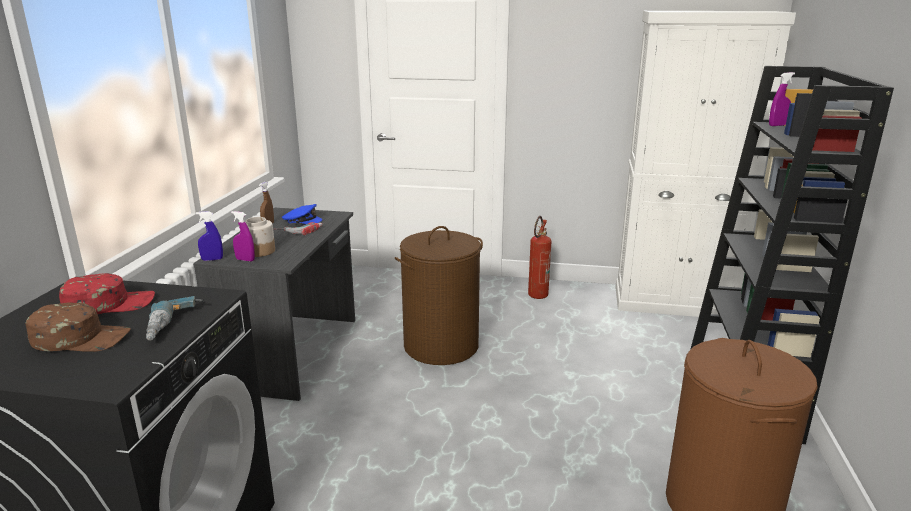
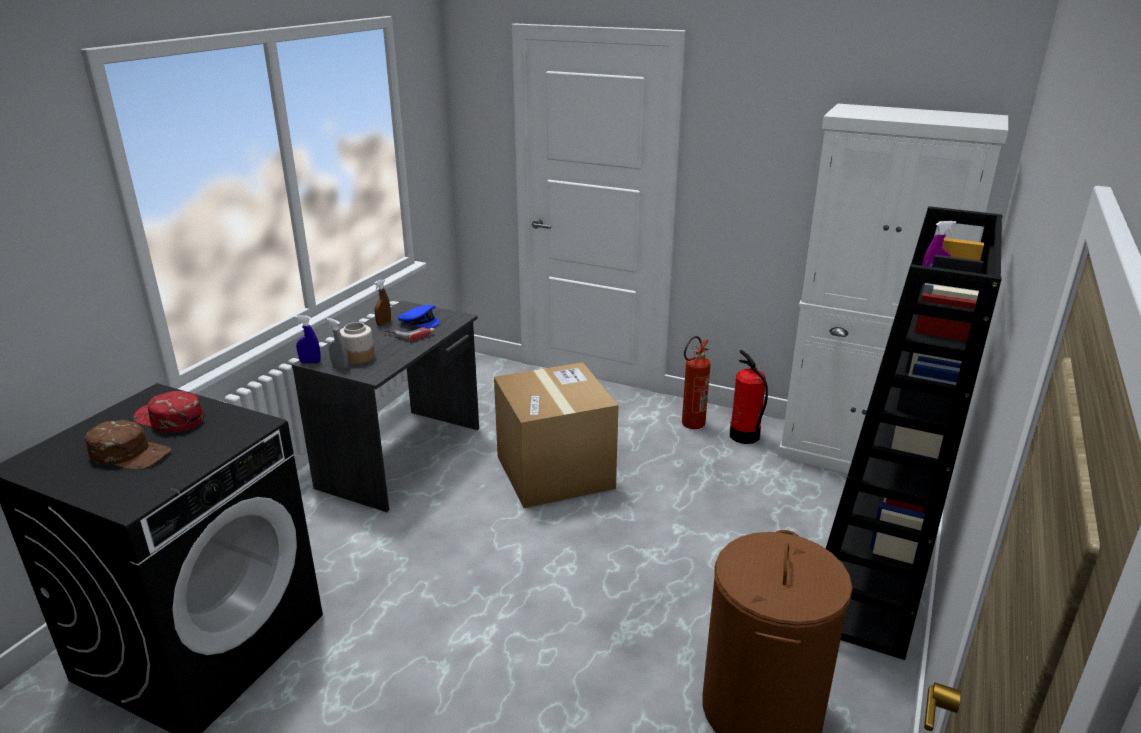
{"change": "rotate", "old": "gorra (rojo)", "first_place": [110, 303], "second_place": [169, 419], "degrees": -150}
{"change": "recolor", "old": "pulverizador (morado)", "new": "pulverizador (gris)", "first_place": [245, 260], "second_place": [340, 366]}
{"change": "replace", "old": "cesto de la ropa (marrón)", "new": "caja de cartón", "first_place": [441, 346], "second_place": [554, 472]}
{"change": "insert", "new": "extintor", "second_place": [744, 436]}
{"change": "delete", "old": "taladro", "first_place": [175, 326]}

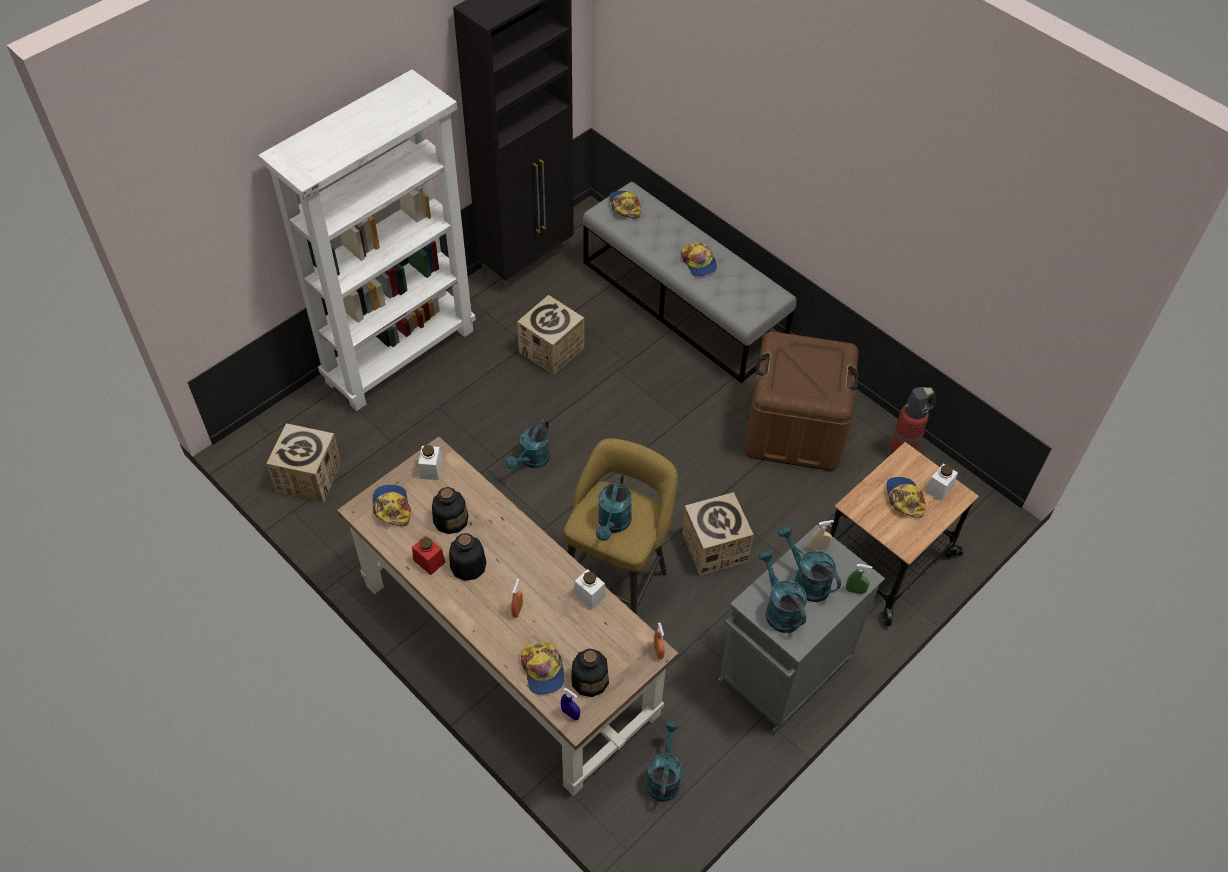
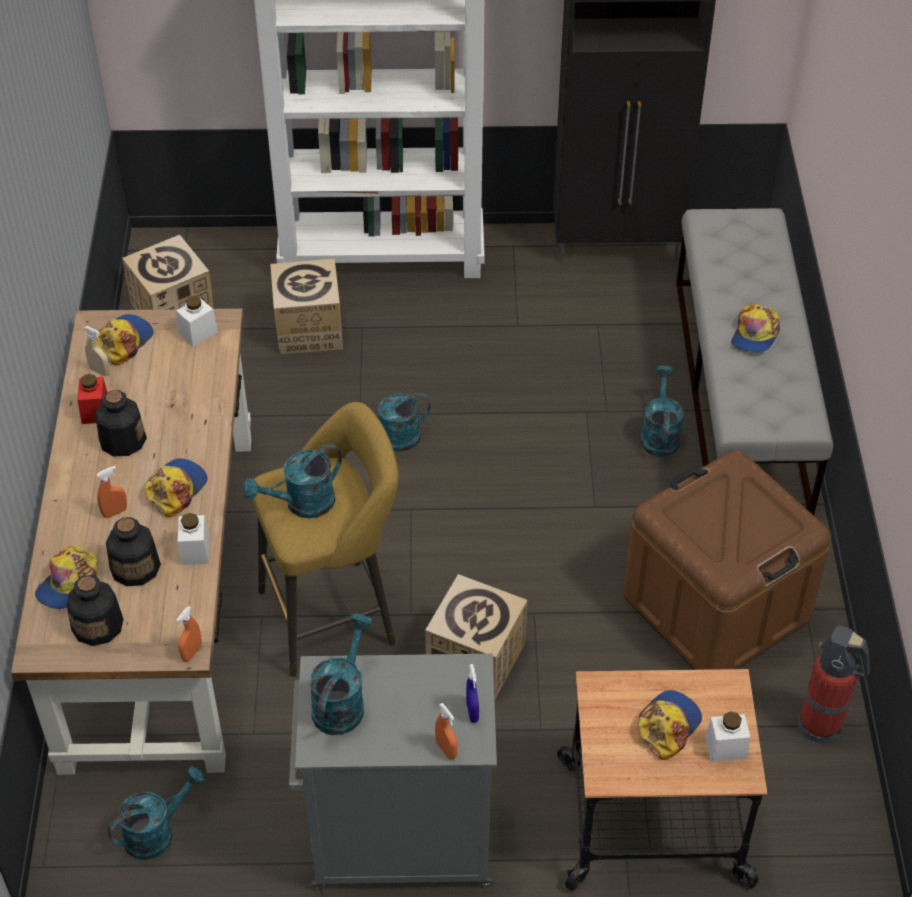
{"change": "move", "old": "pulverizador (beis)", "first_place": [818, 547], "second_place": [100, 371]}
{"change": "move", "old": "botella", "first_place": [450, 519], "second_place": [136, 567]}
{"change": "move", "old": "gorra", "first_place": [624, 206], "second_place": [176, 489]}
{"change": "move", "old": "caja de cartón", "first_place": [551, 350], "second_place": [308, 329]}
{"change": "recolor", "old": "pulverizador (verde)", "new": "pulverizador (naranja)", "first_place": [855, 590], "second_place": [446, 749]}
{"change": "move", "old": "pulverizador (azul)", "first_place": [570, 714], "second_place": [472, 712]}
{"change": "move", "old": "regadera (turquesa)", "first_place": [806, 580], "second_place": [659, 434]}

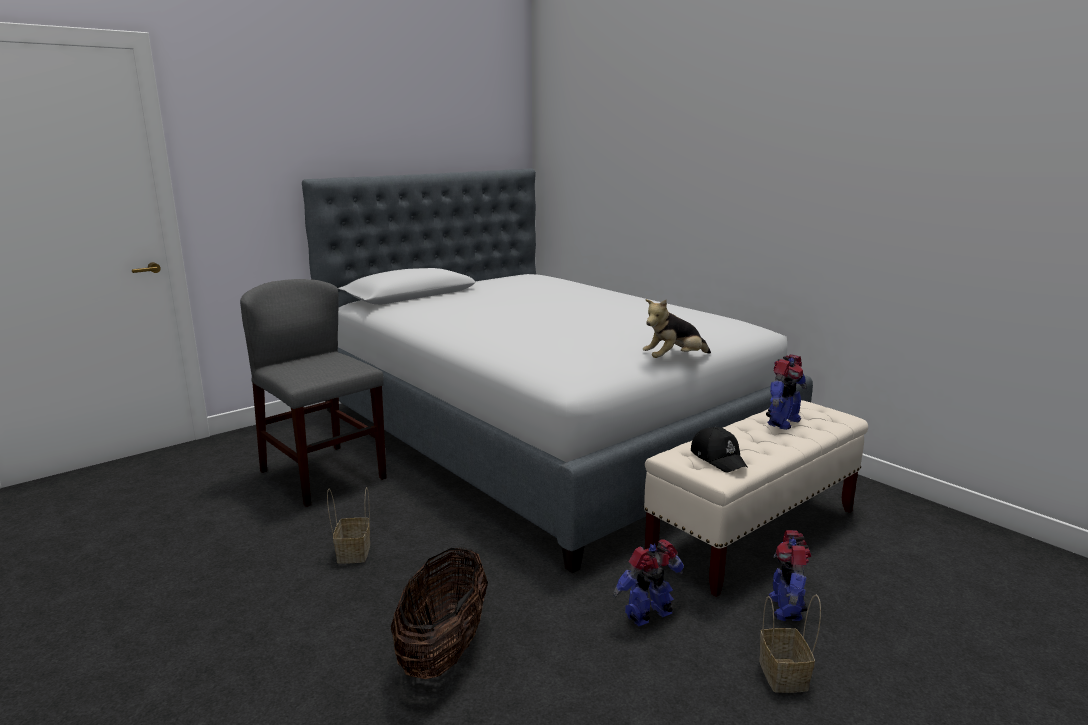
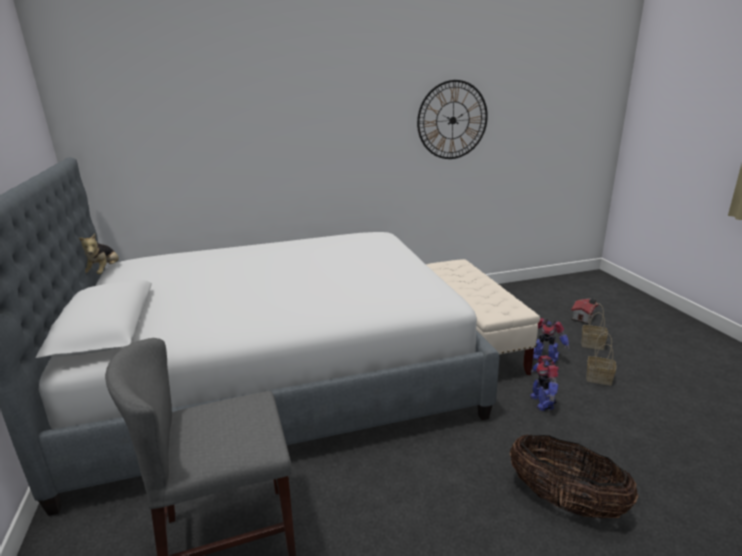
{"change": "move", "old": "peluche", "first_place": [674, 359], "second_place": [104, 272]}
{"change": "insert", "new": "reloj de pared", "second_place": [452, 120]}
{"change": "insert", "new": "casita", "second_place": [584, 317]}
{"change": "move", "old": "cesta", "first_place": [353, 552], "second_place": [591, 344]}
{"change": "delete", "old": "gorra (negro)", "first_place": [718, 458]}
{"change": "delete", "old": "robot de juguete", "first_place": [782, 422]}

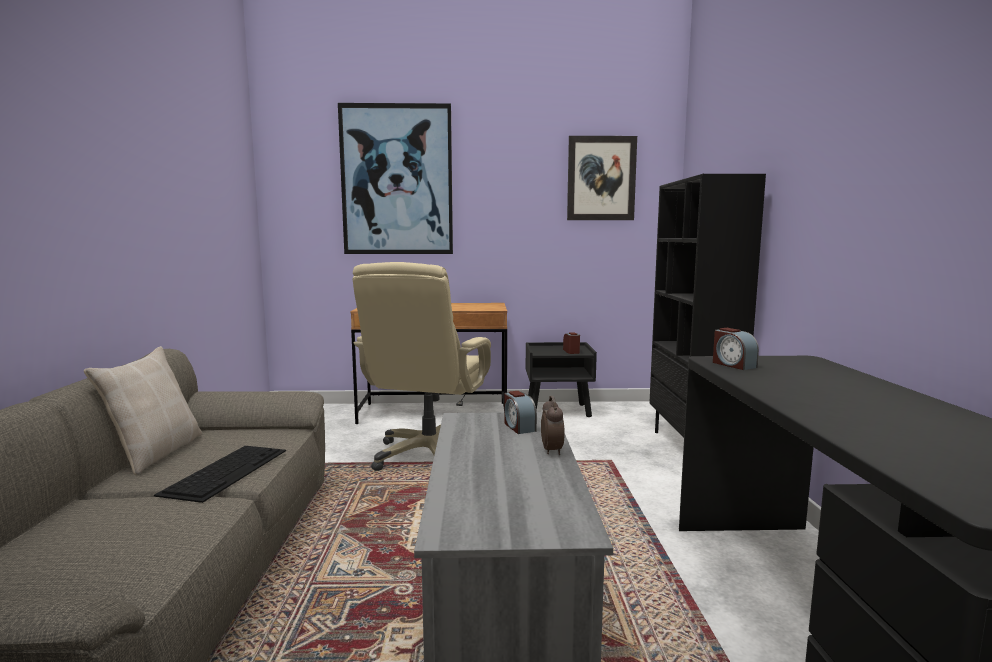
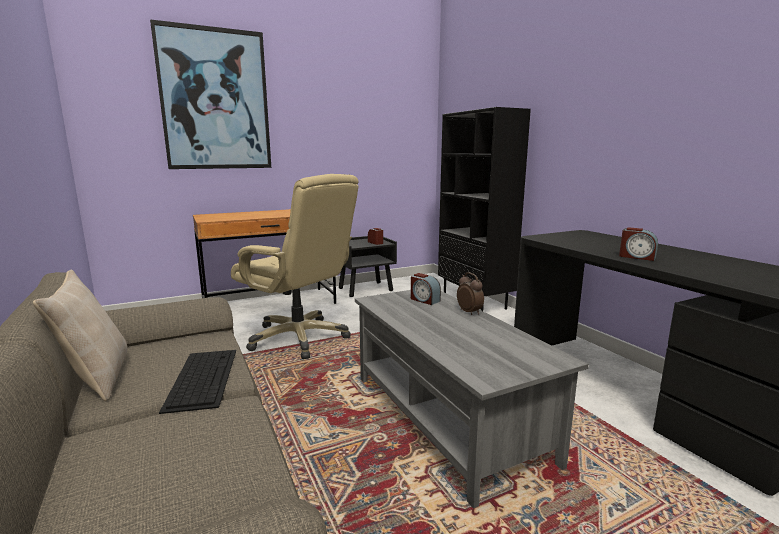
{"change": "rotate", "old": "silla de oficina (beis)", "first_place": [429, 456], "second_place": [299, 338], "degrees": -45}
{"change": "move", "old": "despertador", "first_place": [733, 365], "second_place": [637, 257]}
{"change": "delete", "old": "cuadro", "first_place": [601, 178]}

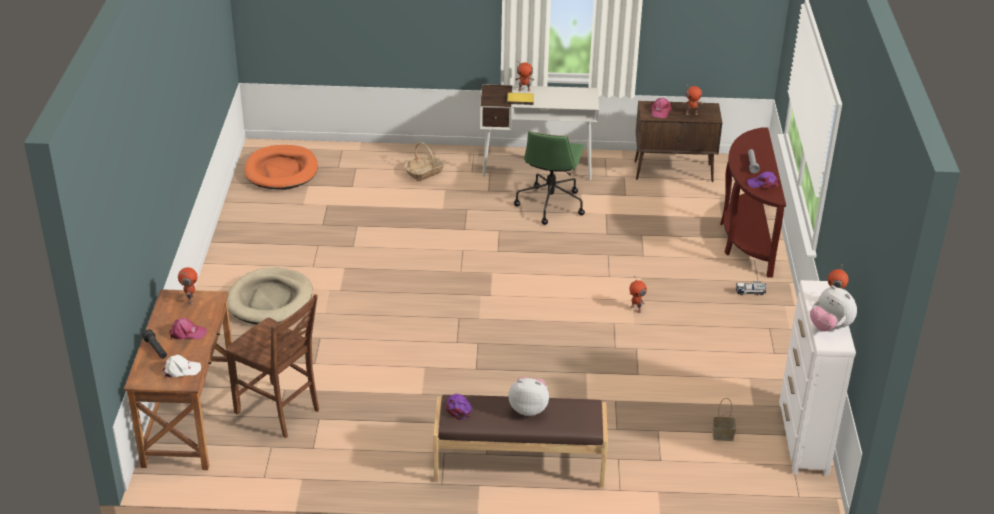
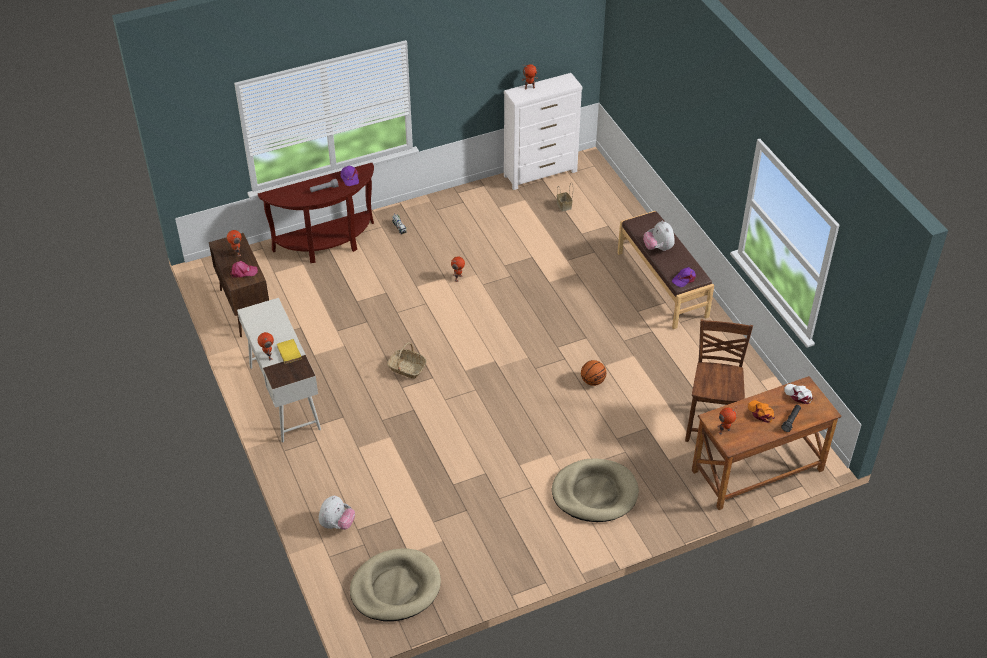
{"change": "move", "old": "peluche", "first_place": [829, 327], "second_place": [337, 524]}
{"change": "recolor", "old": "cama para perro (naranja)", "new": "cama para perro (beis)", "first_place": [281, 171], "second_place": [395, 587]}
{"change": "move", "old": "cesta", "first_place": [424, 172], "second_place": [407, 368]}
{"change": "insert", "new": "balón de baloncesto", "second_place": [593, 381]}
{"change": "recolor", "old": "gorra (rosa)", "new": "gorra (naranja)", "first_place": [187, 333], "second_place": [761, 412]}
{"change": "delete", "old": "silla de oficina (verde)", "first_place": [550, 204]}

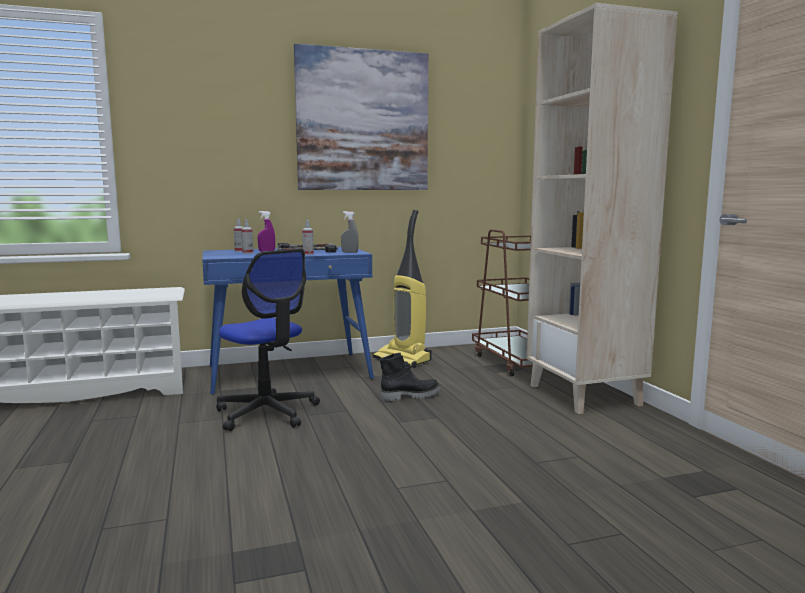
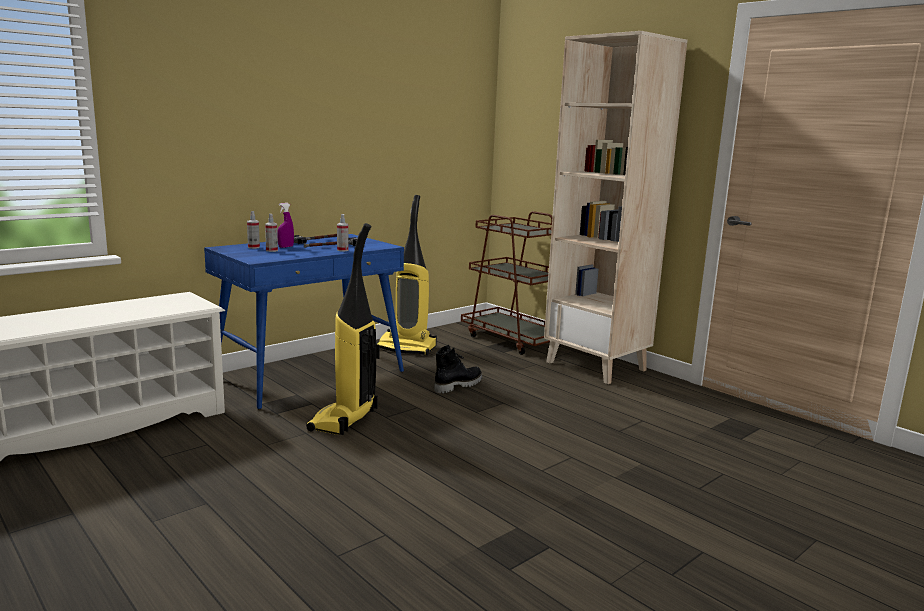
{"change": "replace", "old": "silla de oficina", "new": "aspiradora", "first_place": [267, 413], "second_place": [344, 421]}
{"change": "delete", "old": "cuadro", "first_place": [363, 121]}
{"change": "delete", "old": "pulverizador (gris)", "first_place": [349, 252]}

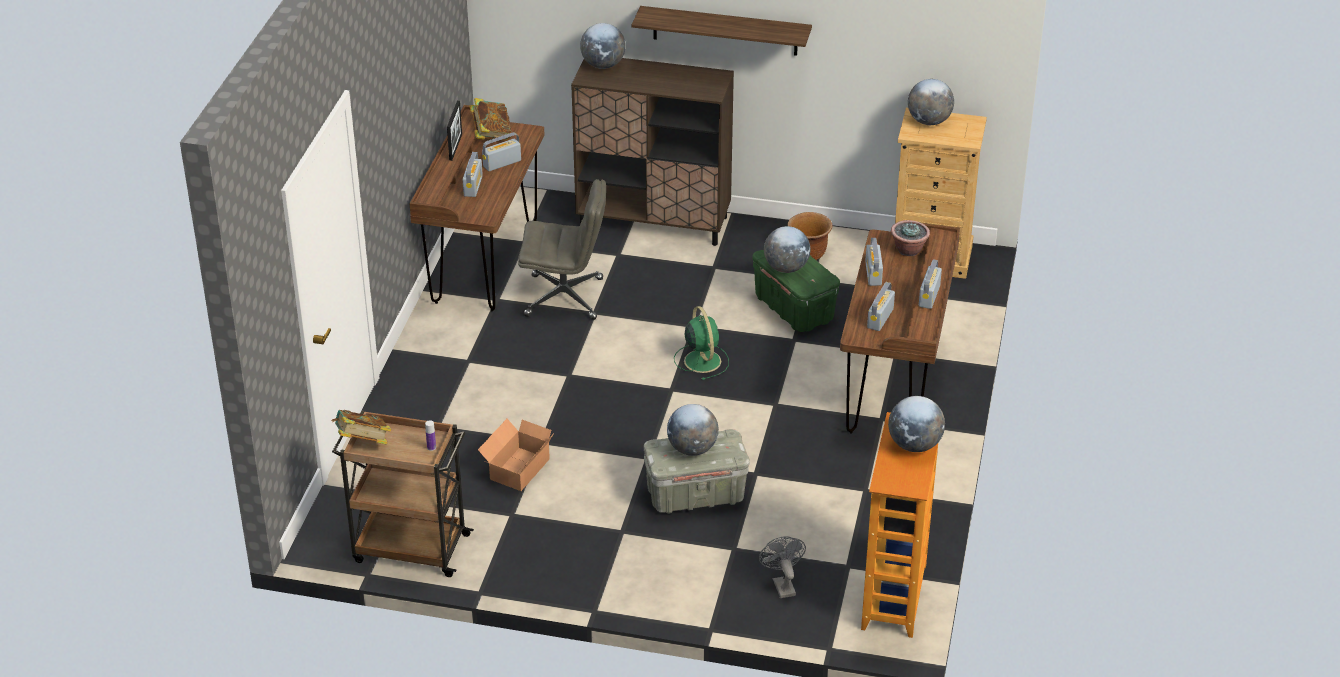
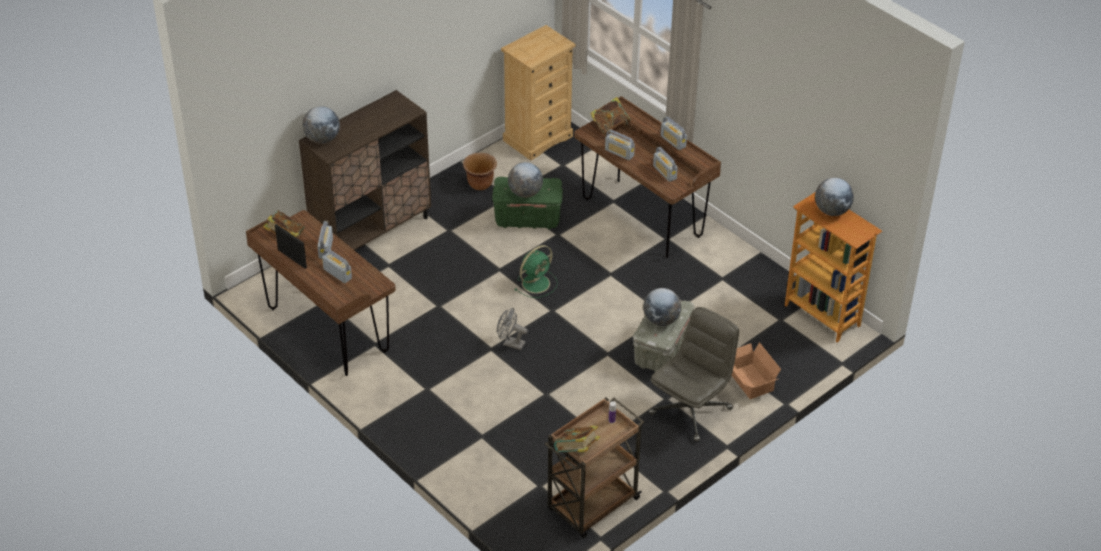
{"change": "move", "old": "ventilador (gris)", "first_place": [782, 584], "second_place": [510, 343]}
{"change": "rotate", "old": "ventilador (verde)", "first_place": [702, 360], "second_place": [537, 283], "degrees": 120}
{"change": "replace", "old": "planta en maceta", "new": "libro", "first_place": [908, 250], "second_place": [610, 128]}
{"change": "move", "old": "silla de oficina (gris)", "first_place": [565, 297], "second_place": [691, 410]}
{"change": "move", "old": "caja de cartón", "first_place": [517, 469], "second_place": [750, 382]}
{"change": "delete", "old": "estante", "first_place": [725, 31]}
{"change": "delete", "old": "globo terráqueo", "first_place": [929, 121]}

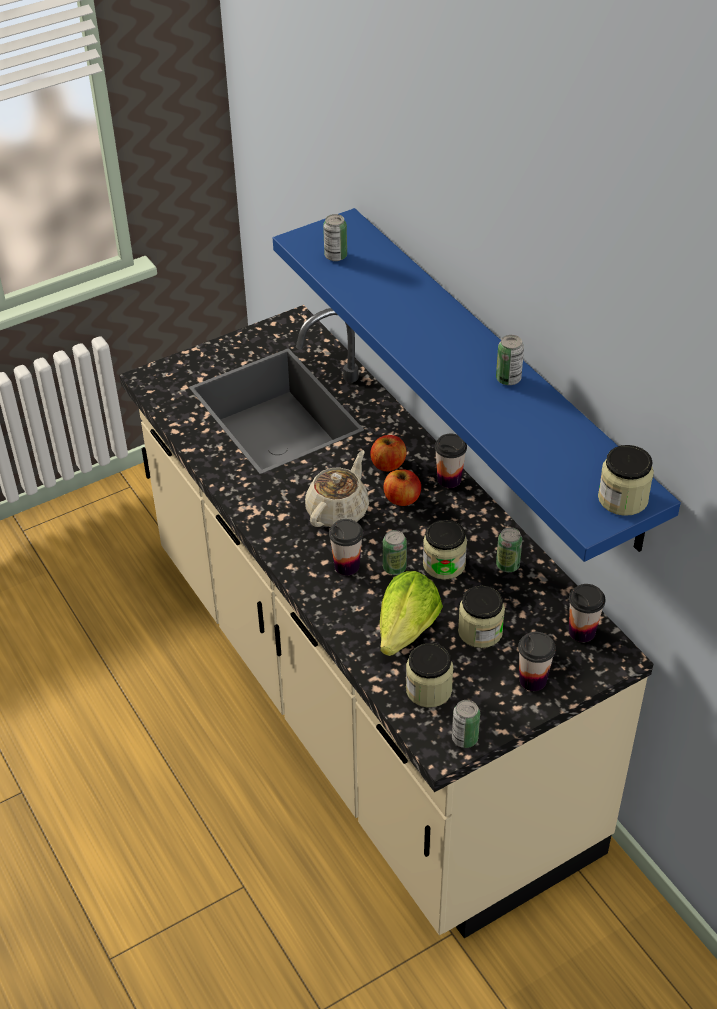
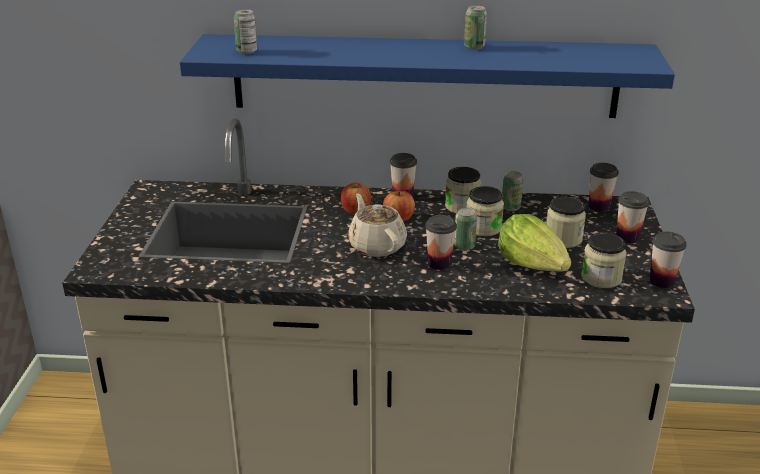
{"change": "move", "old": "tarro", "first_place": [623, 499], "second_place": [462, 206]}
{"change": "replace", "old": "lata", "new": "taza", "first_place": [465, 738], "second_place": [661, 281]}

